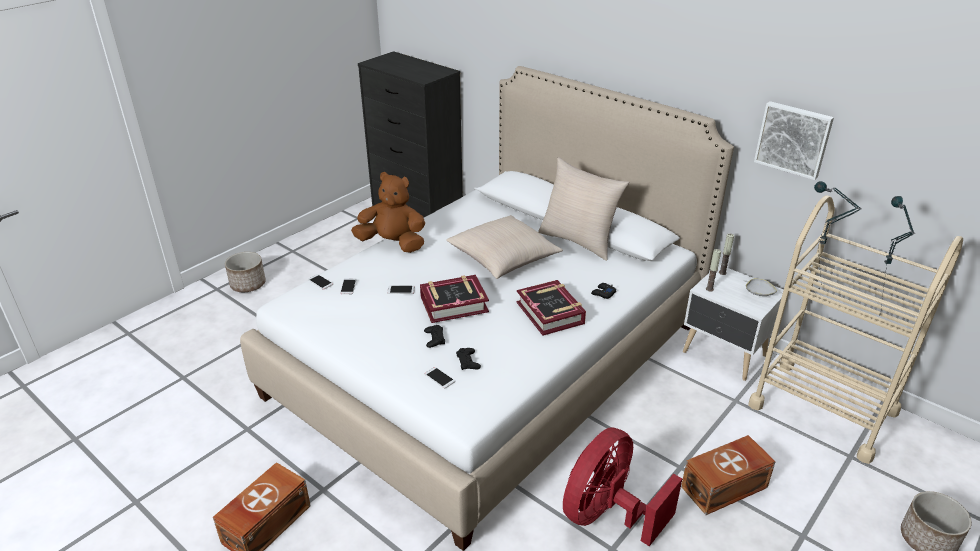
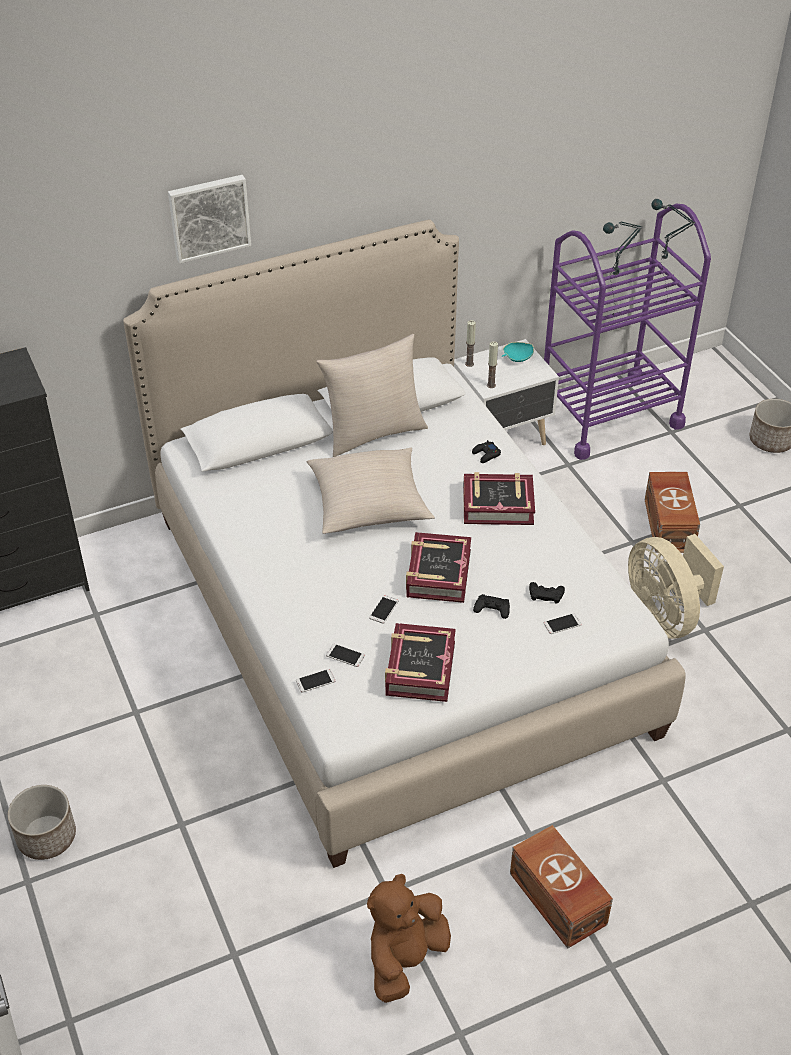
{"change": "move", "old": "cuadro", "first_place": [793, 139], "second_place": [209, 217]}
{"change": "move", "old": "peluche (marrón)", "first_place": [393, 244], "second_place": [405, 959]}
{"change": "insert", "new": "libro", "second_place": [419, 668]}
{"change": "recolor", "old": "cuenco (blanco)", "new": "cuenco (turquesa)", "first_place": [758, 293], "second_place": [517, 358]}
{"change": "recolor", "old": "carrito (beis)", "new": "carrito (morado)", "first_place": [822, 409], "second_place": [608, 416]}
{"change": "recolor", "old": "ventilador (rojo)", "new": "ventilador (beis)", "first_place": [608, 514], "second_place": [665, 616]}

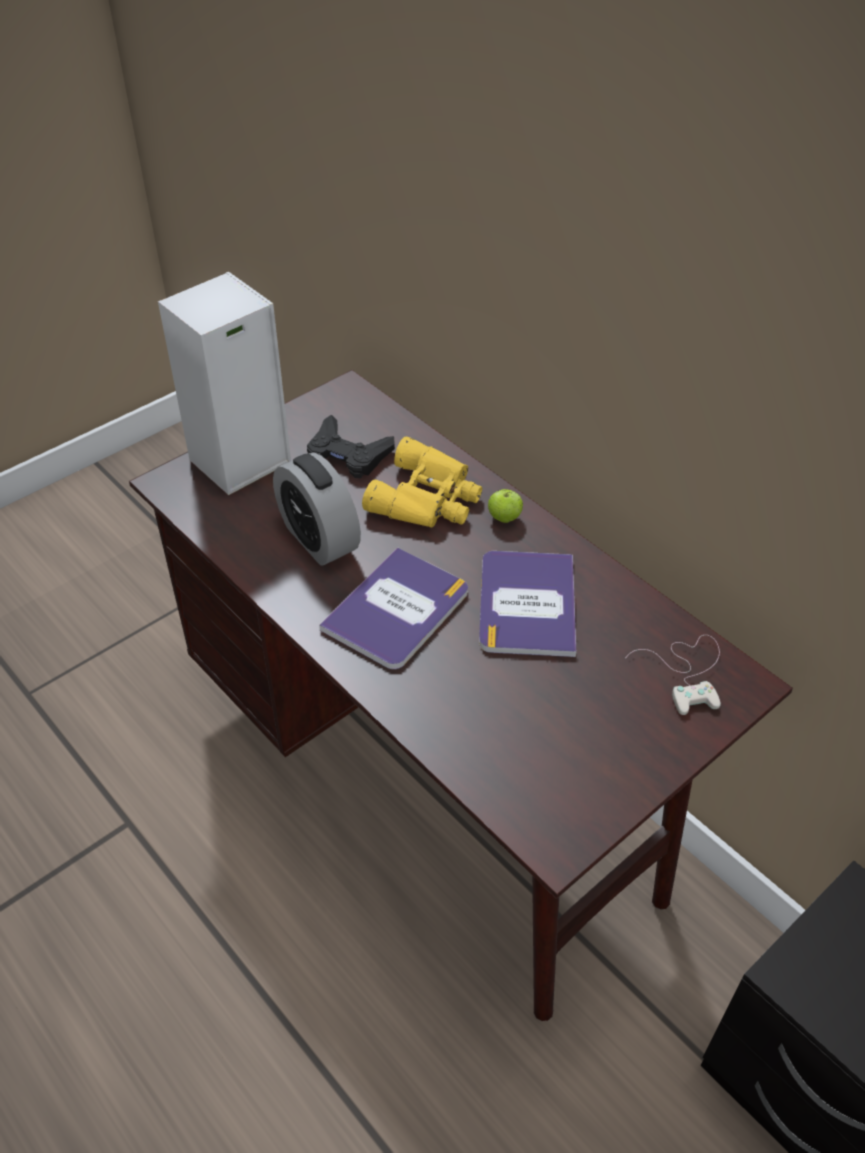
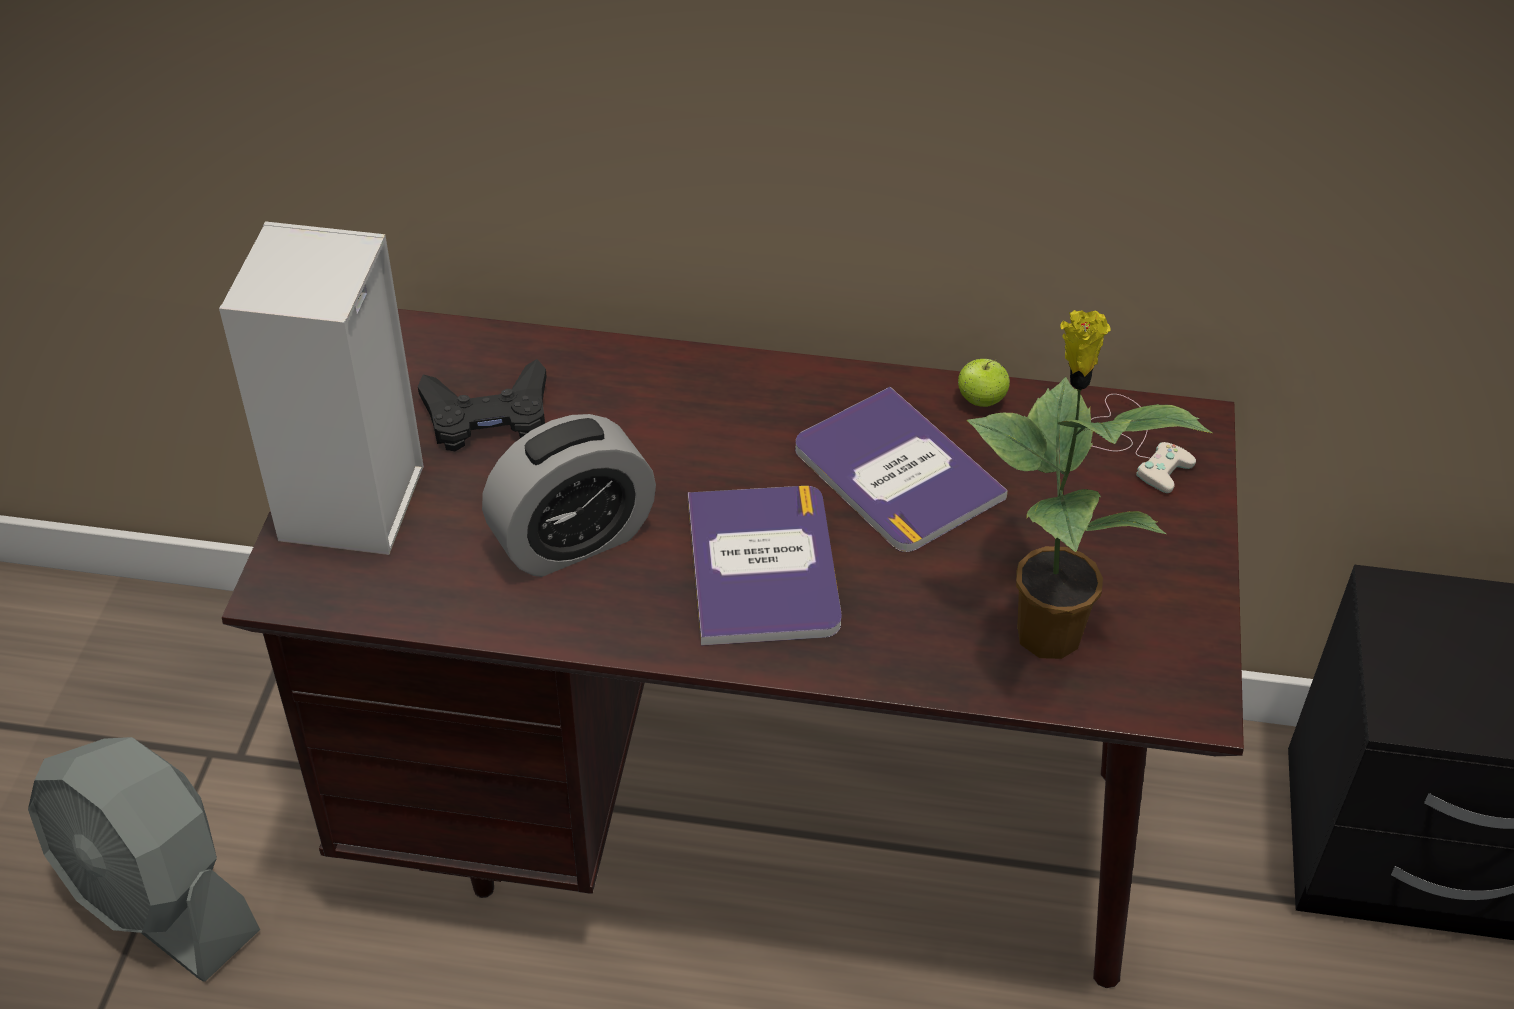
{"change": "insert", "new": "ventilador (gris)", "second_place": [157, 900]}
{"change": "rotate", "old": "despertador", "first_place": [319, 539], "second_place": [573, 540], "degrees": -45}
{"change": "move", "old": "manzana", "first_place": [504, 518], "second_place": [981, 401]}
{"change": "insert", "new": "planta en maceta", "second_place": [1045, 631]}
{"change": "delete", "old": "prismáticos (amarillo)", "first_place": [428, 498]}

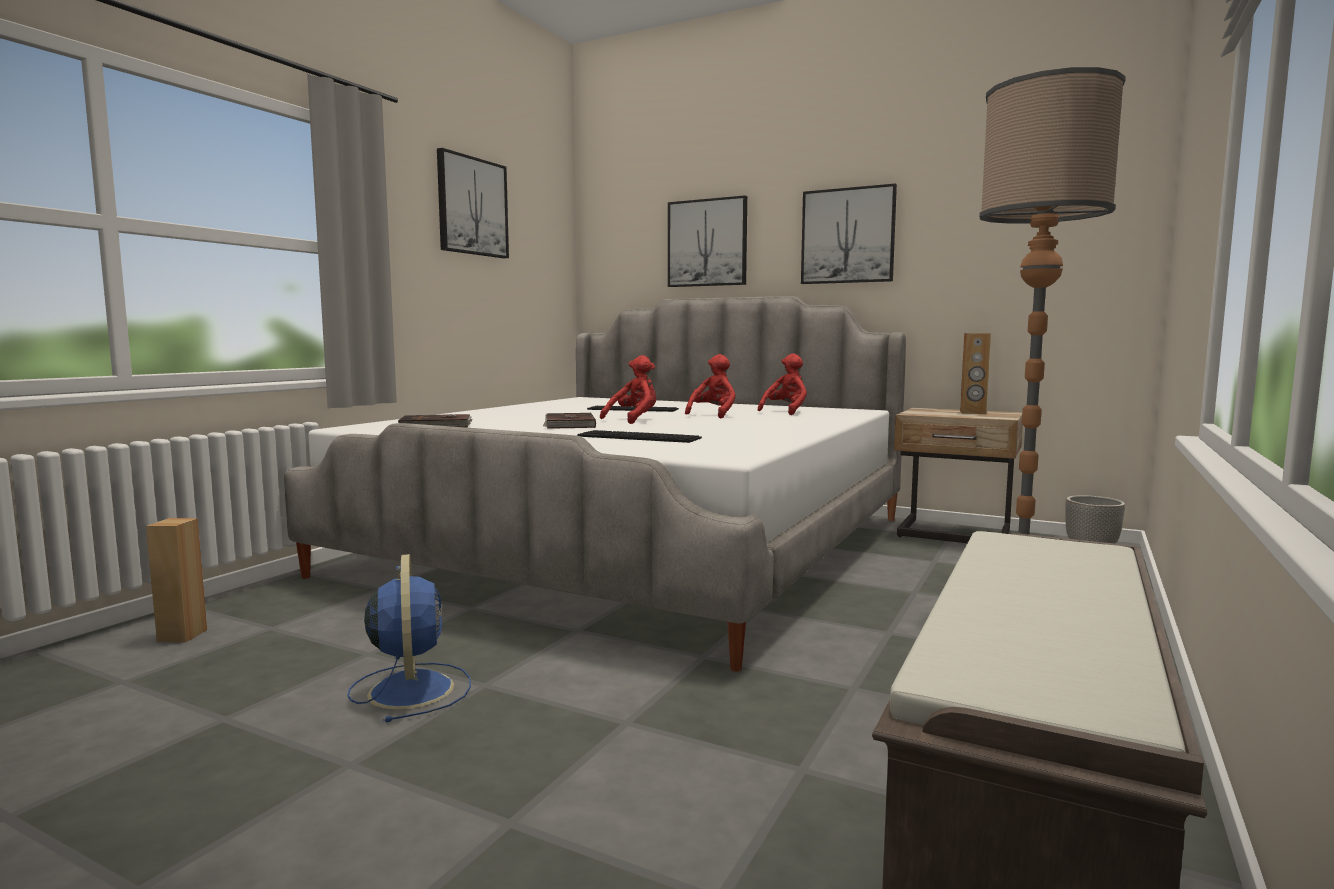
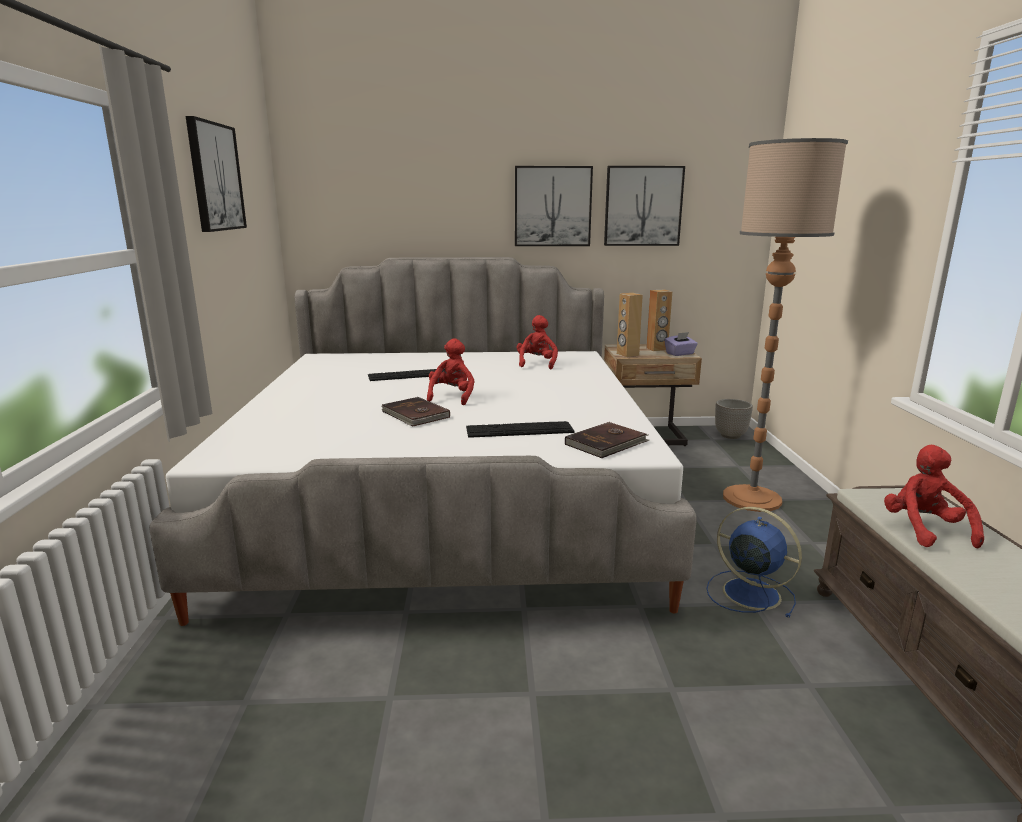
{"change": "move", "old": "libro (marrón)", "first_place": [436, 426], "second_place": [607, 443]}
{"change": "move", "old": "cuadro", "first_place": [707, 243], "second_place": [643, 206]}
{"change": "move", "old": "altavoz (marrón)", "first_place": [181, 635], "second_place": [627, 354]}
{"change": "insert", "new": "caja de pañuelos (morado)", "second_place": [680, 354]}
{"change": "move", "old": "ventilador (azul)", "first_place": [411, 688], "second_place": [748, 593]}
{"change": "move", "old": "peluche (rojo)", "first_place": [713, 415], "second_place": [924, 530]}

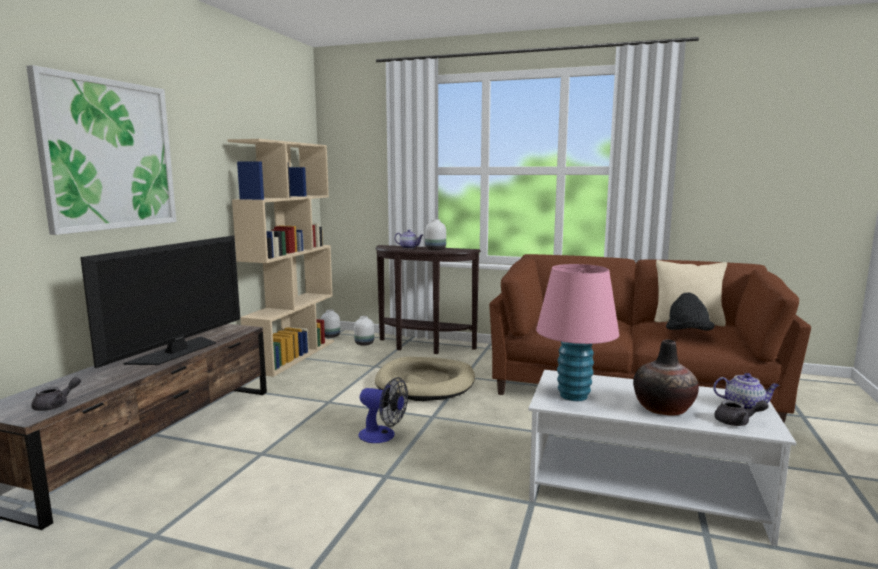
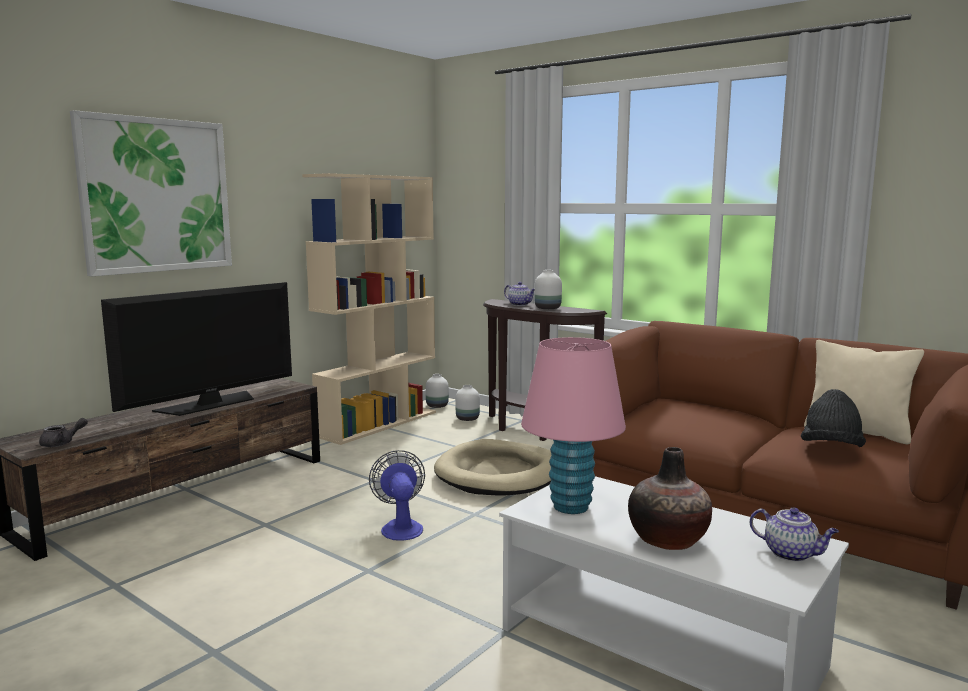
{"change": "rotate", "old": "ventilador", "first_place": [383, 436], "second_place": [400, 527], "degrees": -150}
{"change": "delete", "old": "tetera (gris)", "first_place": [737, 422]}

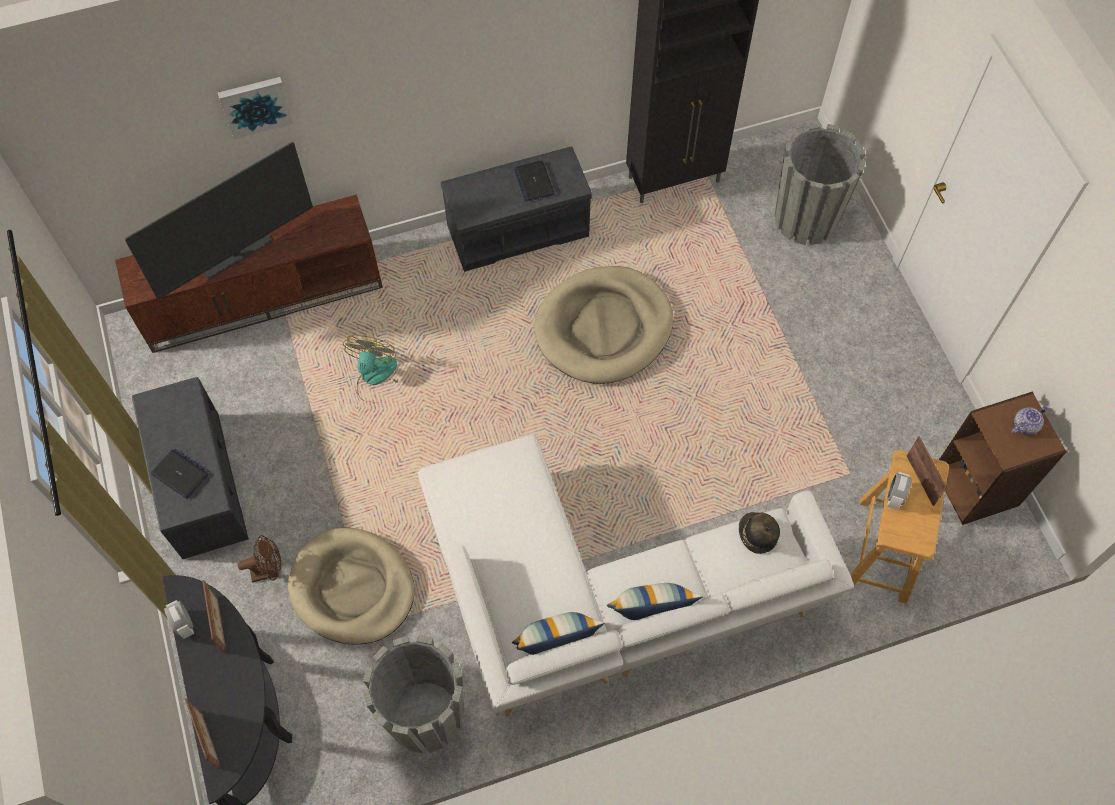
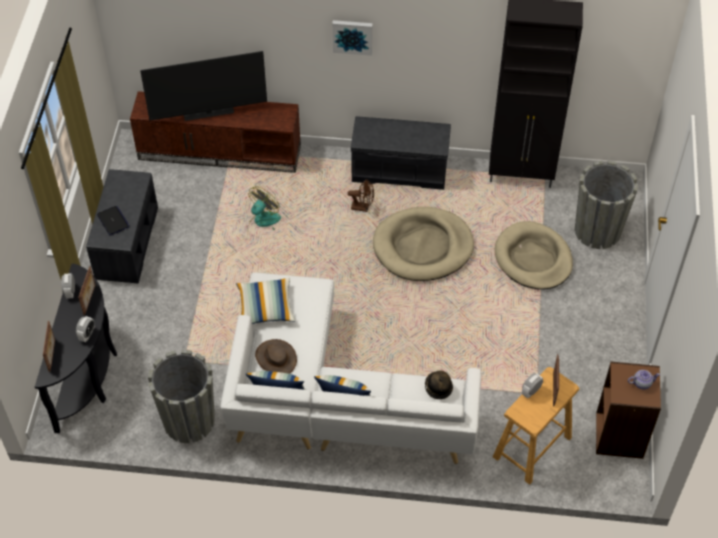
{"change": "insert", "new": "despertador", "second_place": [87, 335]}
{"change": "insert", "new": "cojín", "second_place": [265, 308]}
{"change": "insert", "new": "sombrero (marrón)", "second_place": [276, 358]}
{"change": "move", "old": "cuadro", "first_place": [255, 105], "second_place": [352, 36]}
{"change": "move", "old": "ventilador (marrón)", "first_place": [269, 570], "second_place": [363, 207]}
{"change": "move", "old": "cama para perro (beis)", "first_place": [352, 588], "second_place": [533, 258]}
{"change": "delete", "old": "portátil", "first_place": [534, 181]}

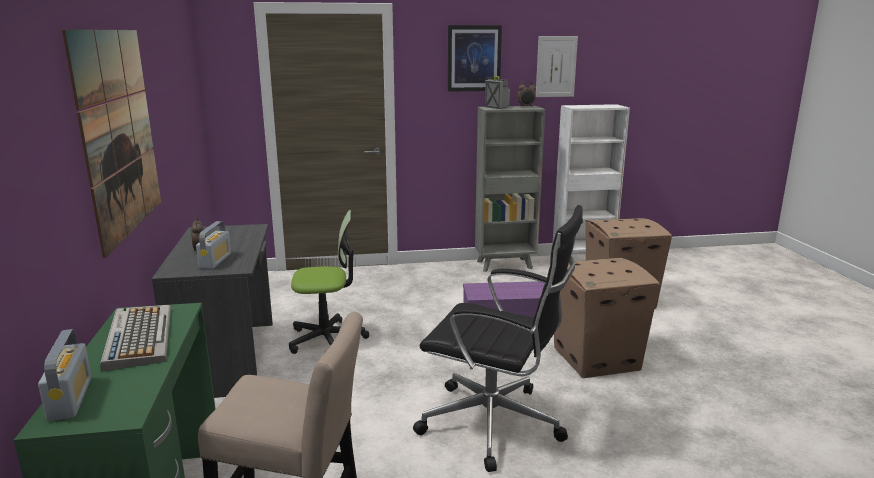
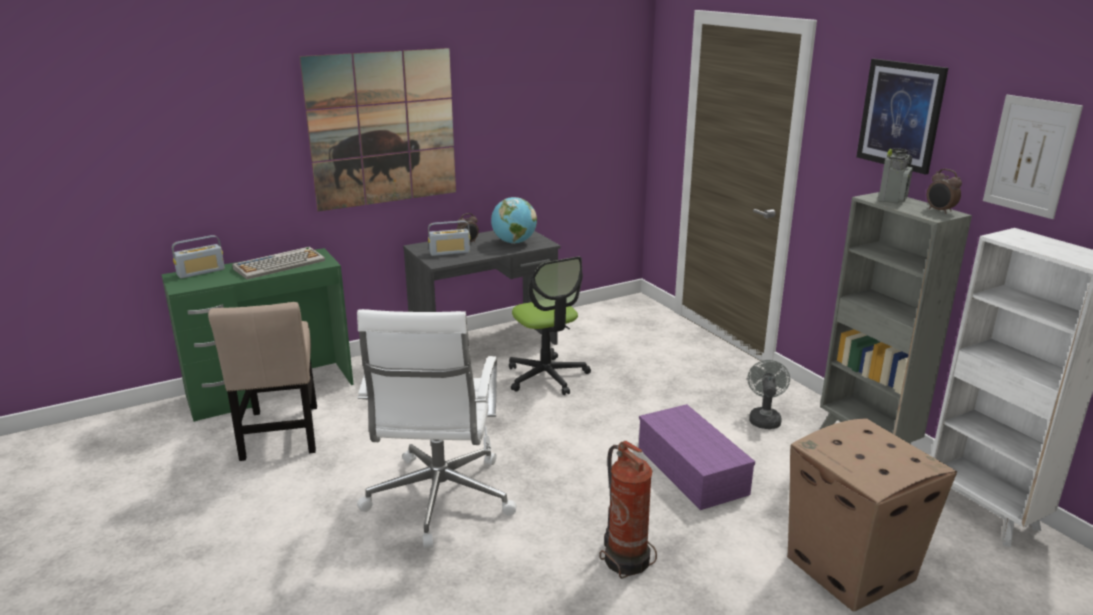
{"change": "recolor", "old": "silla de oficina (negro)", "new": "silla de oficina (blanco)", "first_place": [495, 424], "second_place": [439, 501]}
{"change": "insert", "new": "globo terráqueo", "second_place": [514, 242]}
{"change": "replace", "old": "caja de cartón", "new": "extintor", "first_place": [597, 358], "second_place": [626, 558]}
{"change": "insert", "new": "ventilador (gris)", "second_place": [764, 418]}

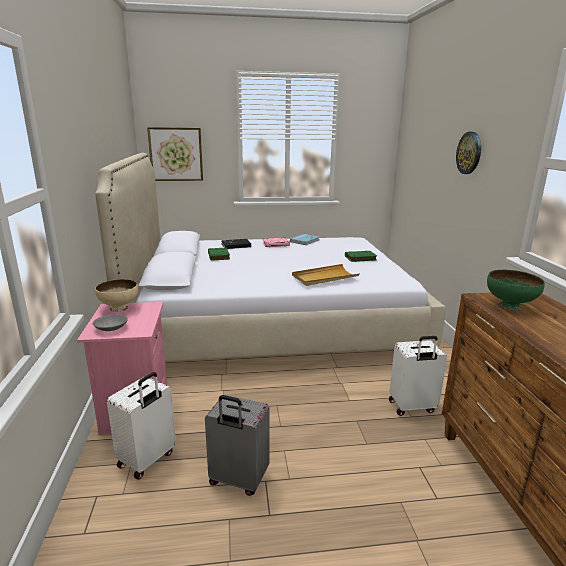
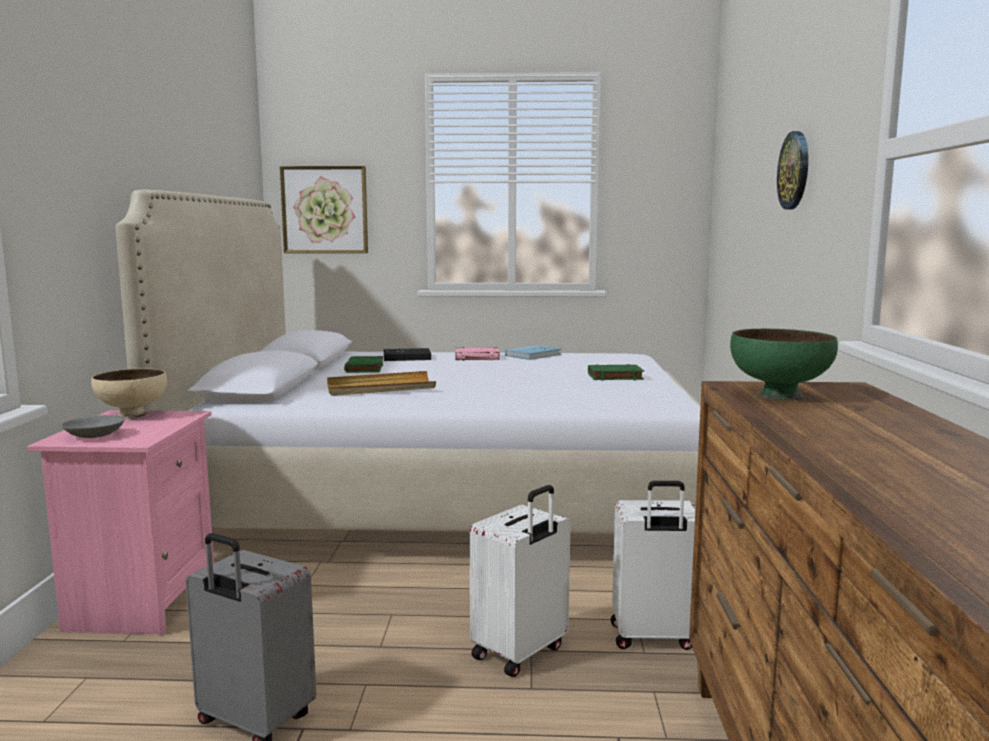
{"change": "move", "old": "bandeja (beis)", "first_place": [324, 277], "second_place": [380, 388]}
{"change": "move", "old": "maleta (blanco)", "first_place": [147, 460], "second_place": [521, 653]}

